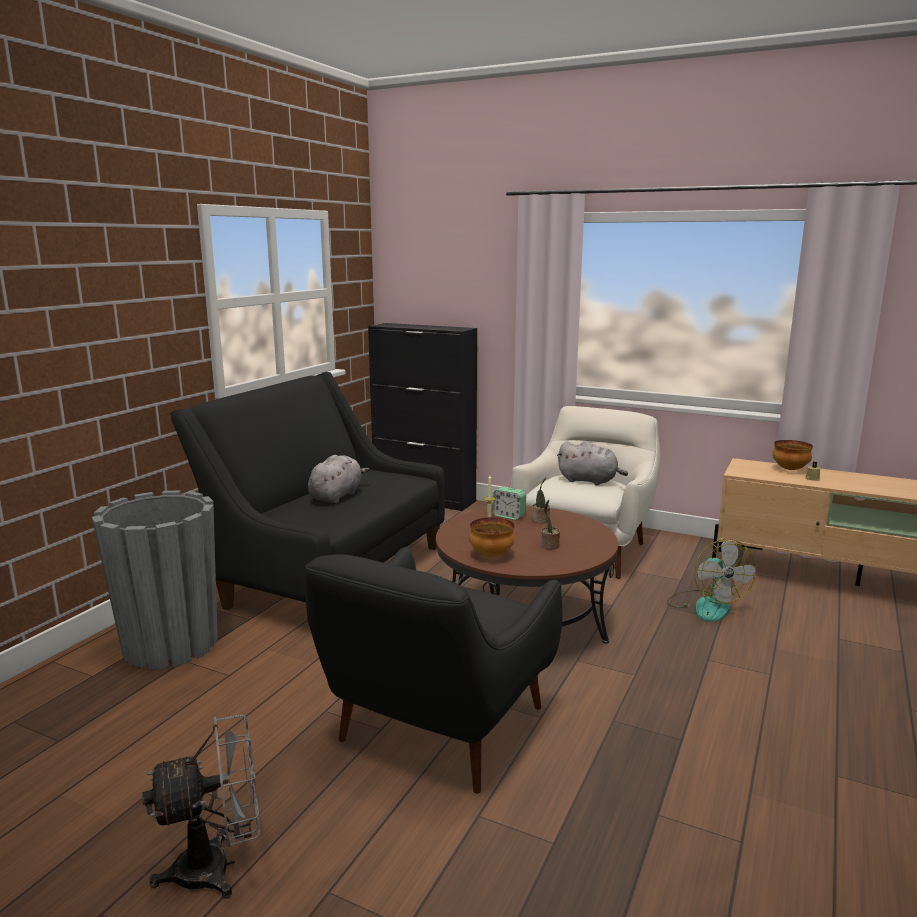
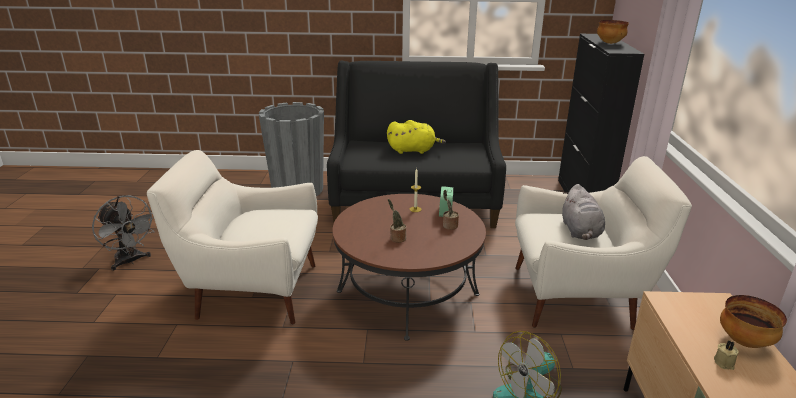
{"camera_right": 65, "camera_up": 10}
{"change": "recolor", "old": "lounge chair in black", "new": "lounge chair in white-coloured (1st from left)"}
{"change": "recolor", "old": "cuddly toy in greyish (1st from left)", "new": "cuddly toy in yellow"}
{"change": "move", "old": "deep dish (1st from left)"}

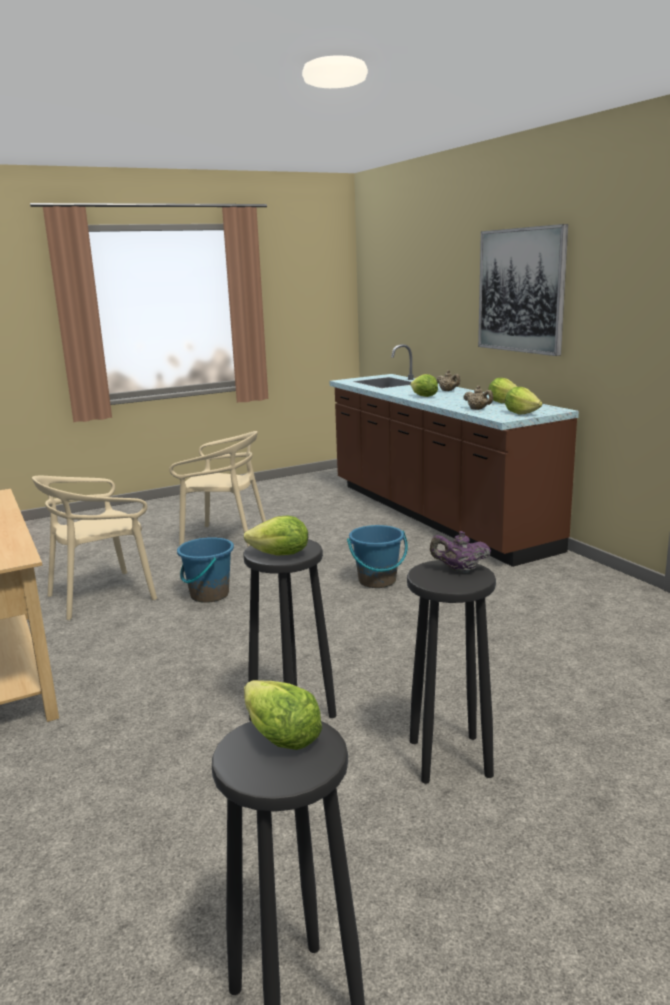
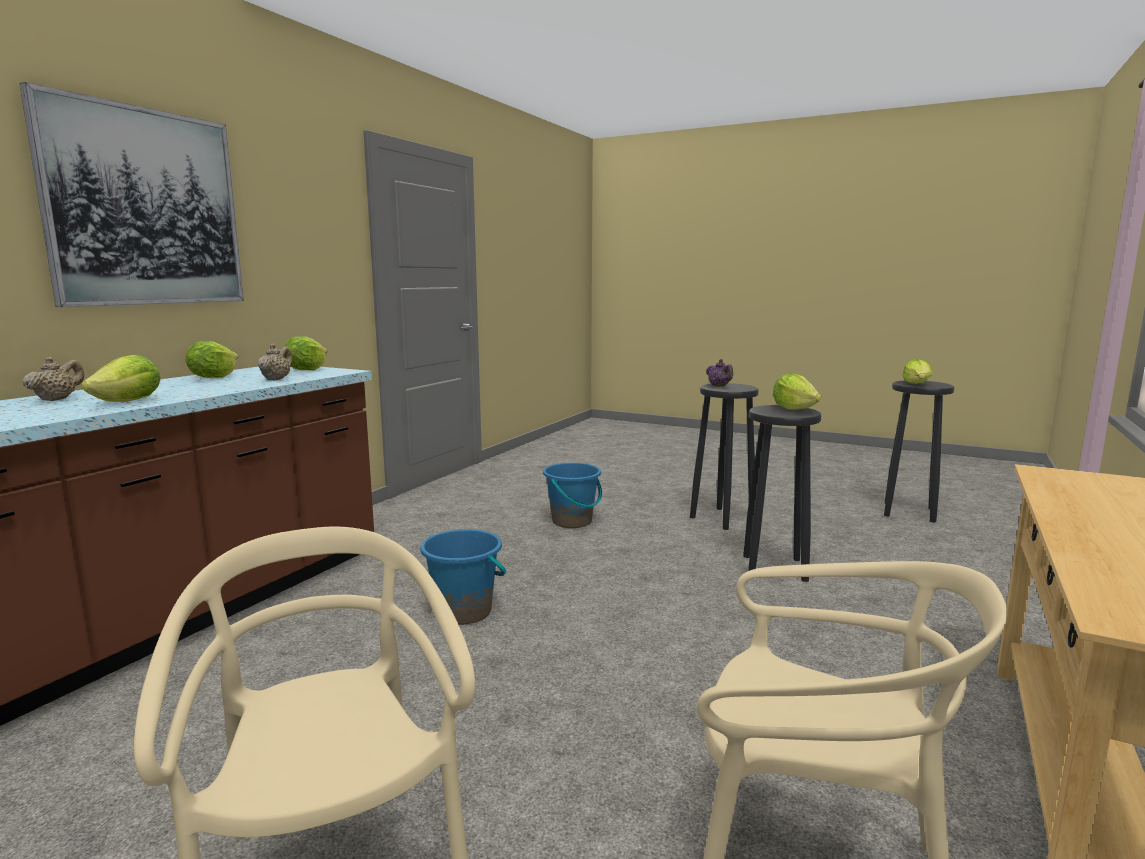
{"camera_right": -125, "camera_up": -5}
{"change": "move", "old": "pail in bluish (1st from left in the first image)", "new": "pail in bluish (2nd from left)"}

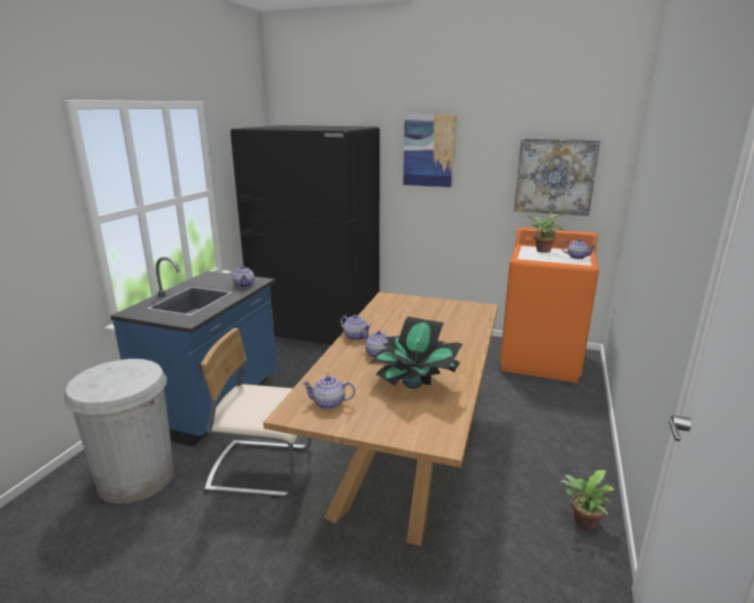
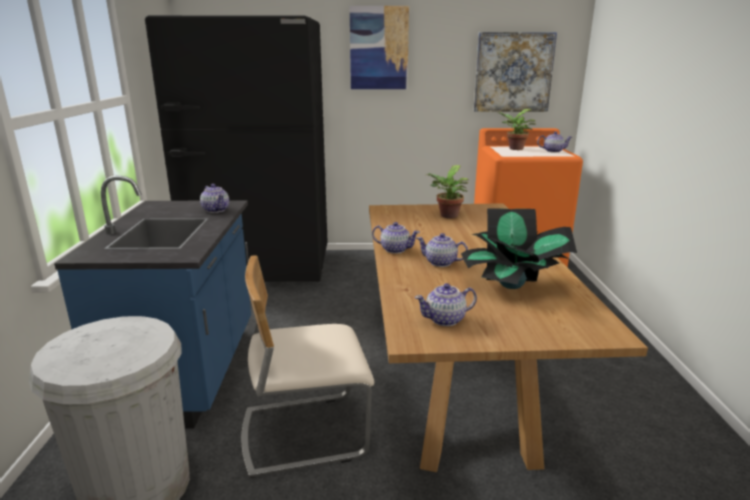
{"camera_right": -20, "camera_up": 0}
{"change": "move", "old": "potted plant (3rd from left in the first image)", "new": "potted plant (1st from left)"}

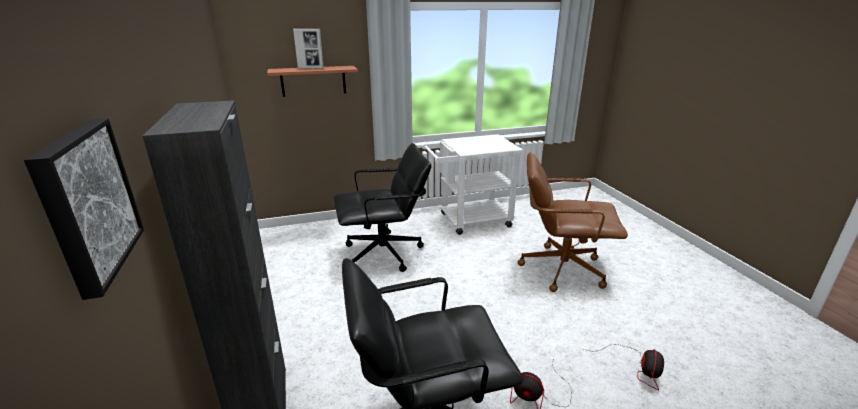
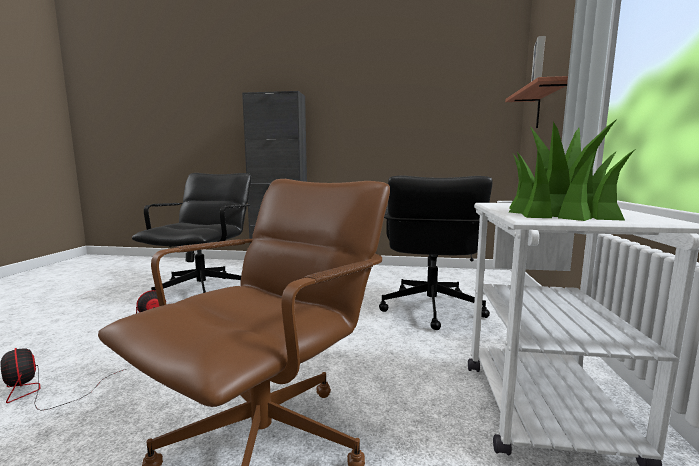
{"camera_right": 115, "camera_up": -15}
{"change": "insert", "new": "potted plant"}
{"change": "delete", "old": "wall art"}

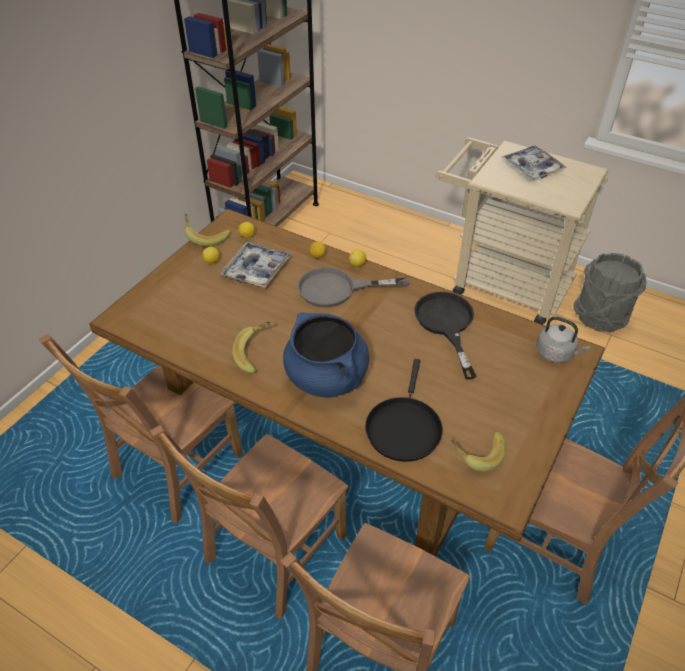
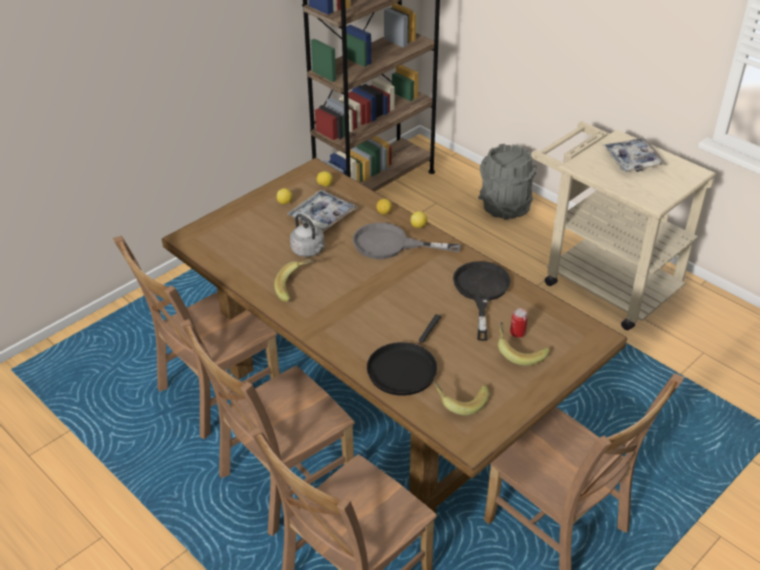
{"camera_right": 15, "camera_up": -5}
{"change": "move", "old": "kettle in greyish"}
{"change": "move", "old": "pail in greyish"}
{"change": "move", "old": "banana fruit (1st from left in the first image)", "new": "banana fruit (3rd from left)"}
{"change": "insert", "new": "can"}
{"change": "delete", "old": "stockpot in bluish"}

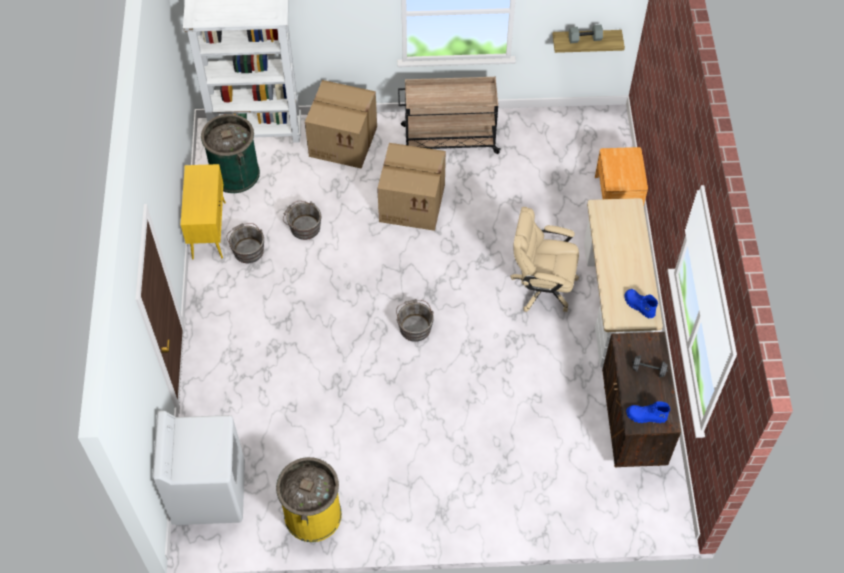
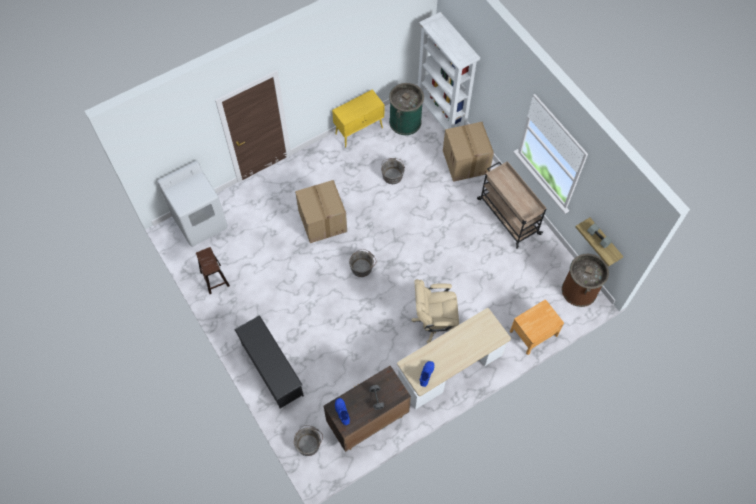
{"camera_right": 60, "camera_up": 5}
{"change": "replace", "old": "trash can in yellow", "new": "stool seat in brownish"}
{"change": "insert", "new": "shoe rack in black"}
{"change": "move", "old": "pail in greyish (1st from left)"}
{"change": "move", "old": "carton (2nd from left in the first image)", "new": "carton (1st from left)"}
{"change": "rotate", "old": "desk chair in beige-coloured", "degrees": -75}
{"change": "insert", "new": "trash can in brownish"}

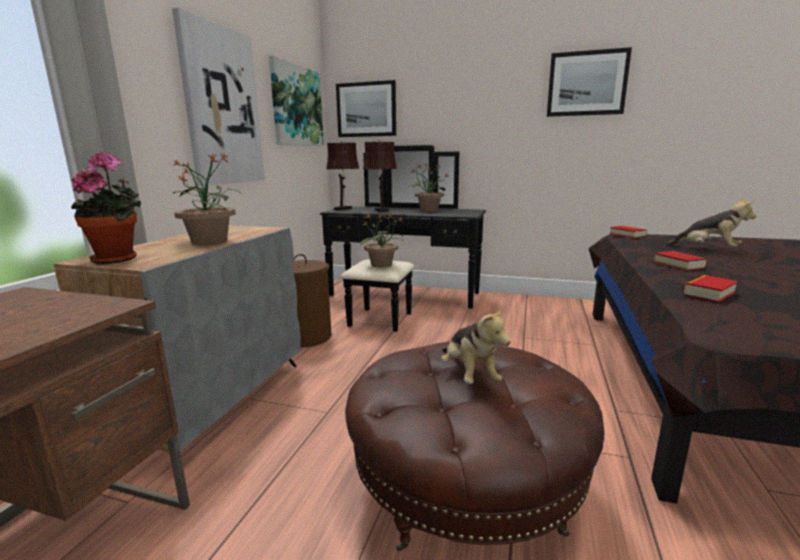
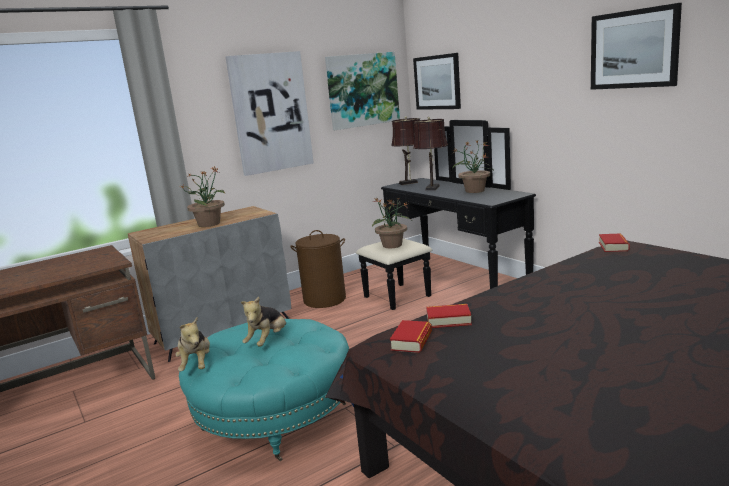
{"camera_right": 40, "camera_up": 0}
{"change": "move", "old": "cuddly toy (2nd from left in the first image)", "new": "cuddly toy (1st from left)"}
{"change": "recolor", "old": "ottoman in brownish", "new": "ottoman in turquoise"}
{"change": "move", "old": "volume (2nd from left in the first image)", "new": "volume (1st from left)"}
{"change": "delete", "old": "potted plant (1st from left)"}

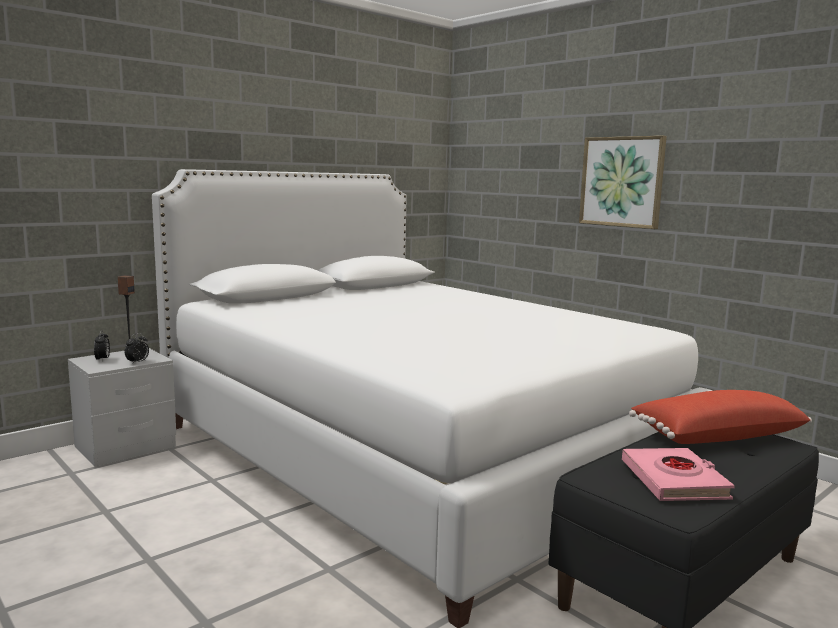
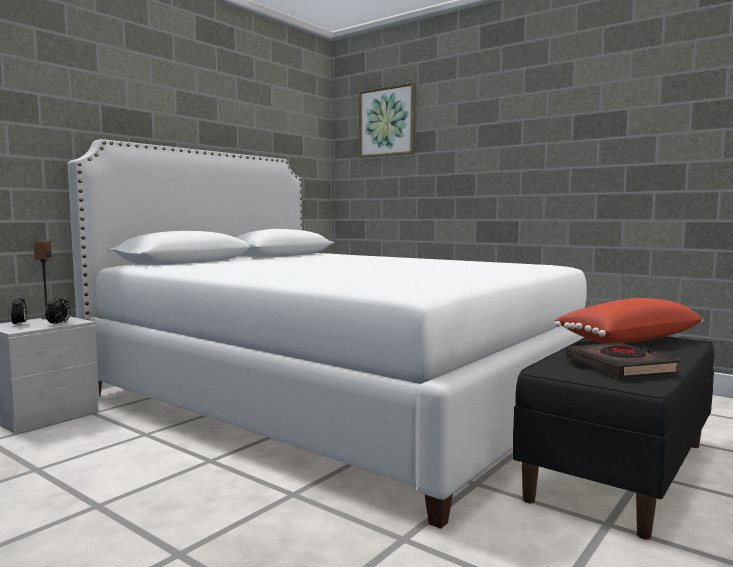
{"camera_right": -10, "camera_up": -5}
{"change": "move", "old": "wall art"}
{"change": "recolor", "old": "volume in pinkish", "new": "volume in black"}

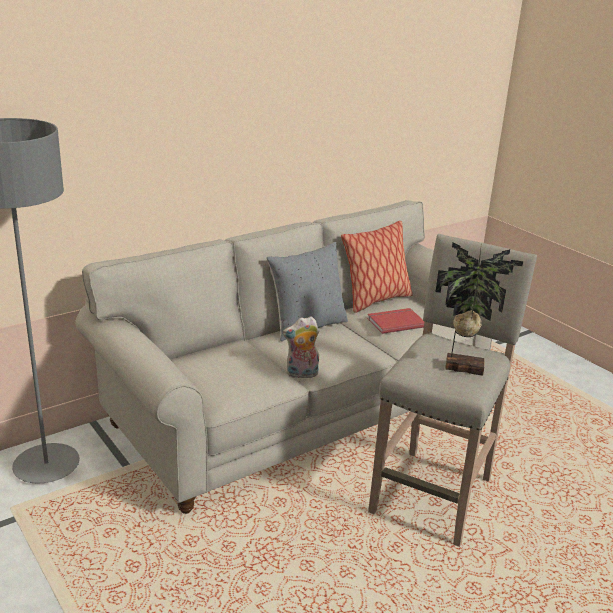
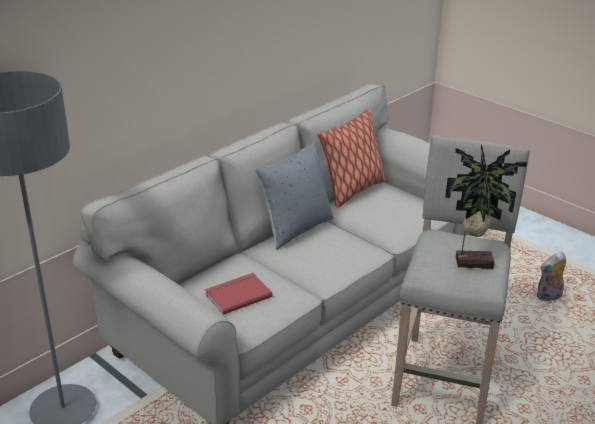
{"camera_right": -10, "camera_up": 5}
{"change": "move", "old": "volume in red"}
{"change": "move", "old": "cuddly toy"}

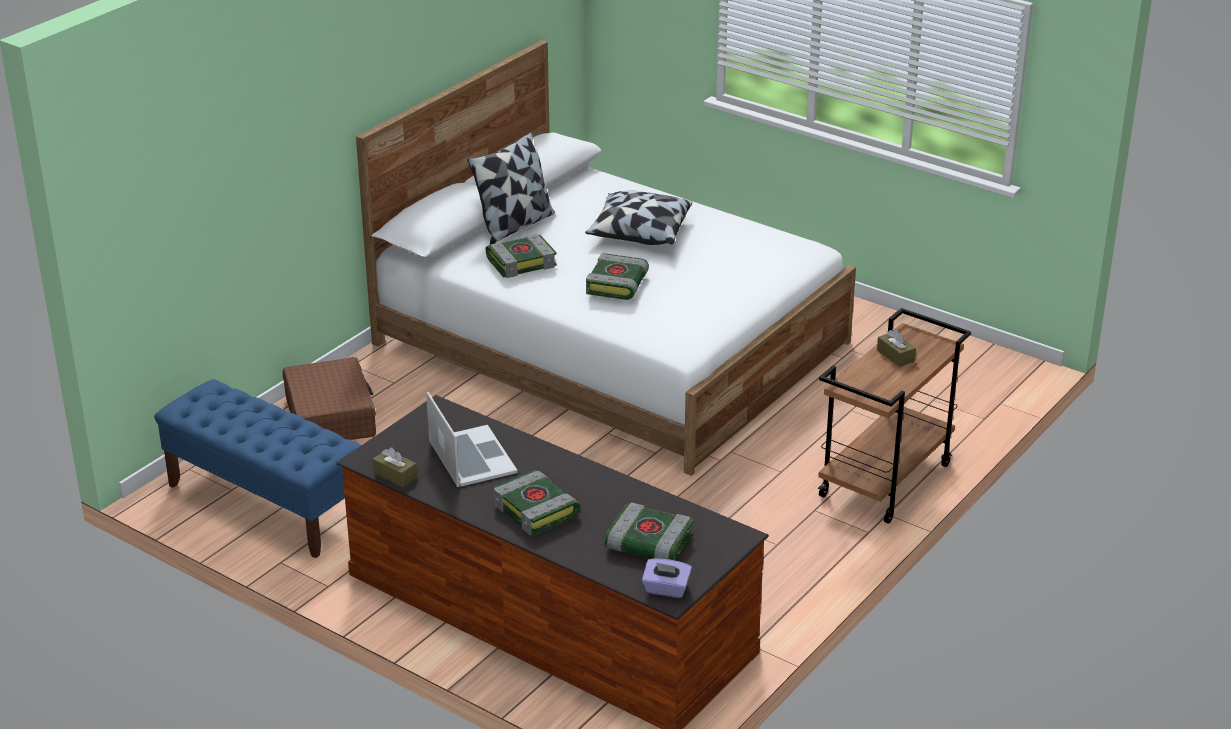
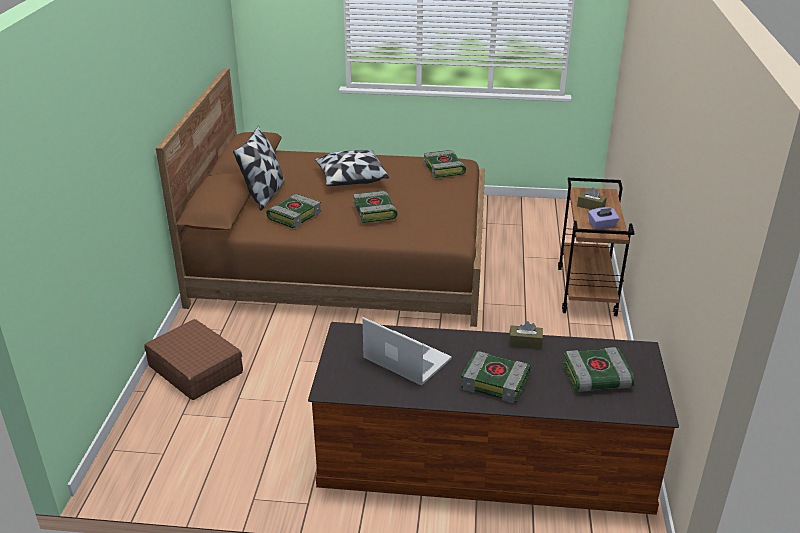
{"camera_right": -30, "camera_up": 0}
{"change": "recolor", "old": "bedroom bed in white-coloured", "new": "bedroom bed in brownish"}
{"change": "insert", "new": "volume (3rd from left)"}
{"change": "move", "old": "box of tissues in brownish (1st from left)"}
{"change": "move", "old": "box of tissues in purplish"}
{"change": "delete", "old": "bench in bluish"}

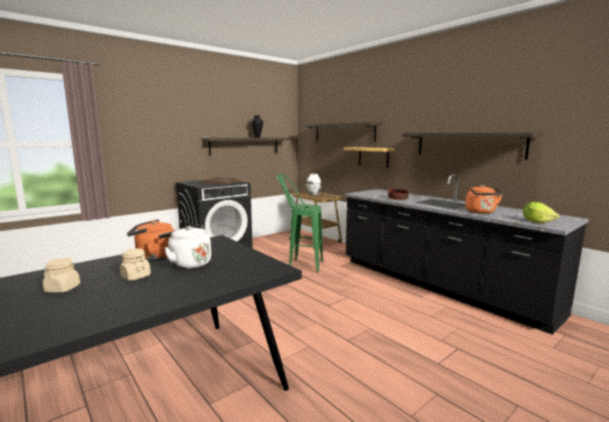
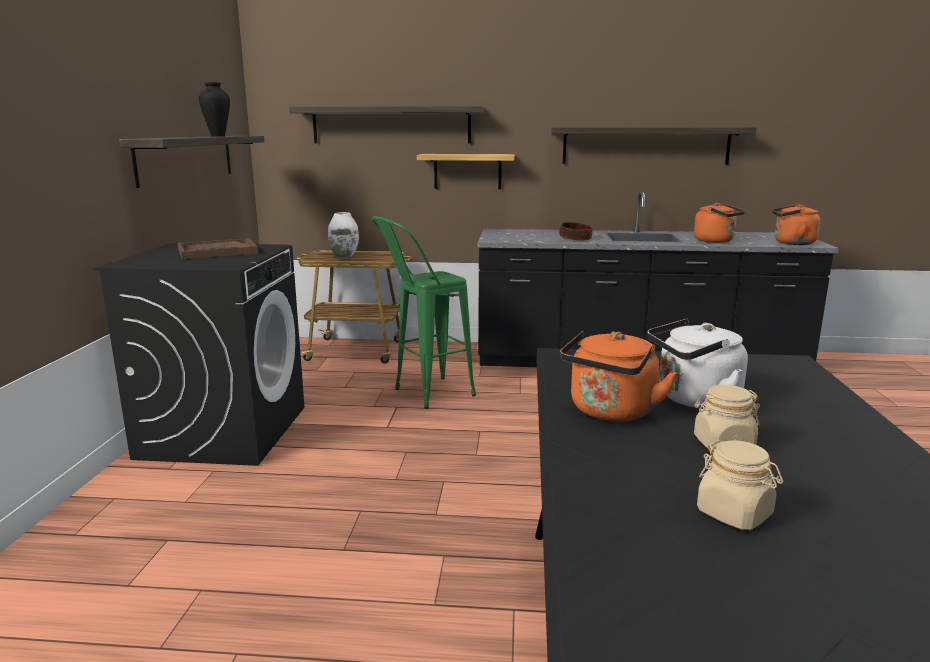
{"camera_right": -45, "camera_up": 5}
{"change": "replace", "old": "head of lettuce", "new": "kettle in orange-coloured (3rd from left)"}

